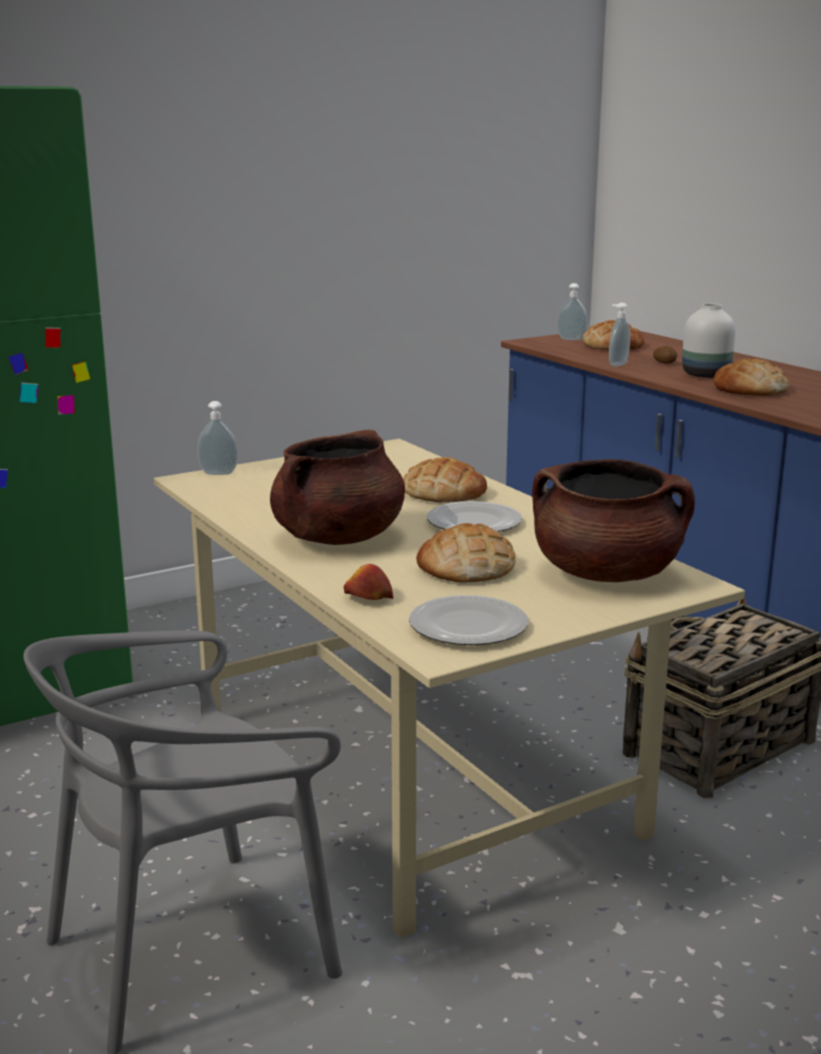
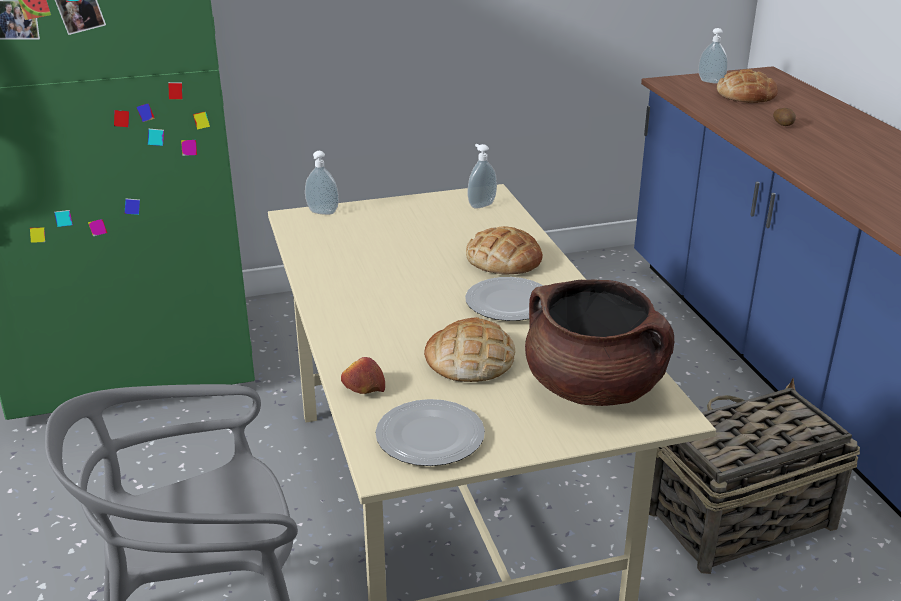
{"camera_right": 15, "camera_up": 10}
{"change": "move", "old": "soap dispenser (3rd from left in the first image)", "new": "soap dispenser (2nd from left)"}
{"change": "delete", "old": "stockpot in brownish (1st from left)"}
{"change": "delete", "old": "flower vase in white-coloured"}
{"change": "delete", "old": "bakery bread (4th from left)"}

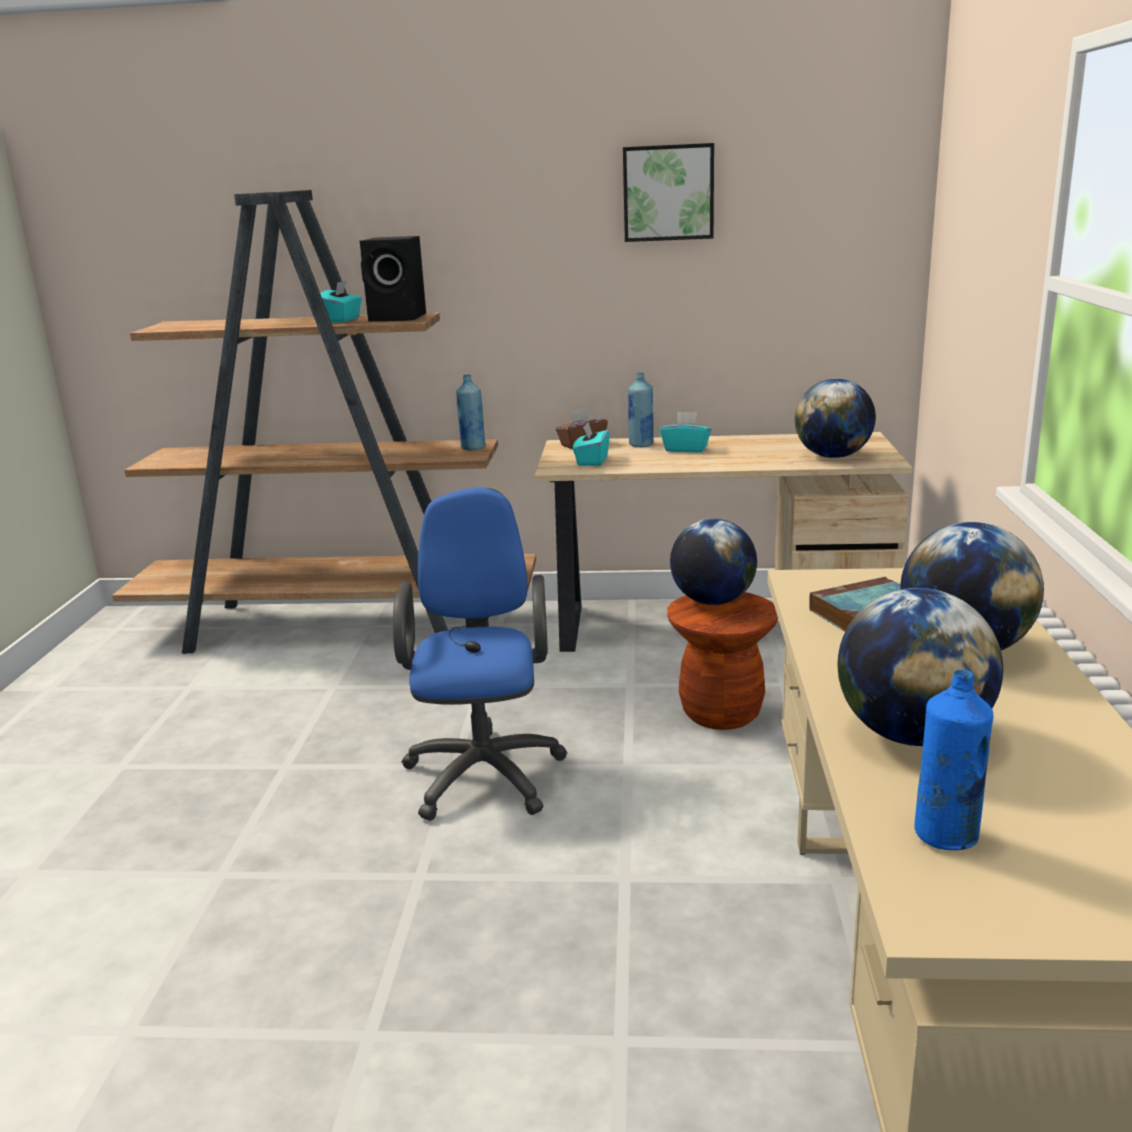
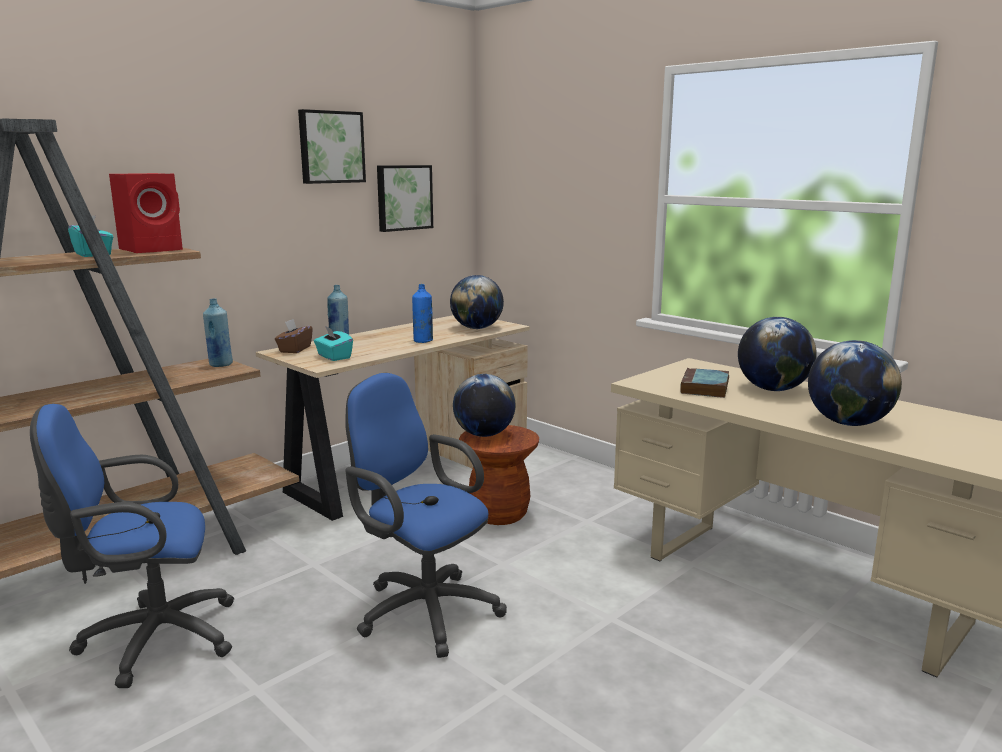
{"camera_right": -50, "camera_up": -5}
{"change": "insert", "new": "desk chair in bluish (1st from left)"}
{"change": "recolor", "old": "loudspeaker in black", "new": "loudspeaker in red"}
{"change": "insert", "new": "wall art (2nd from left)"}
{"change": "move", "old": "drink bottle in bluish (3rd from left)"}
{"change": "delete", "old": "box of tissues in turquoise (3rd from left)"}

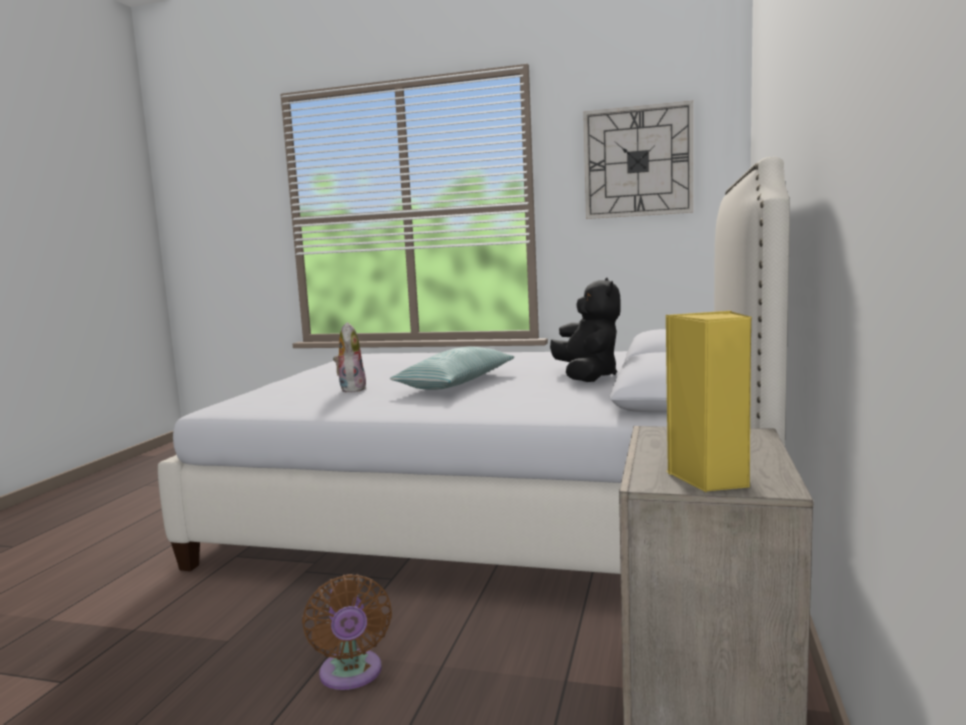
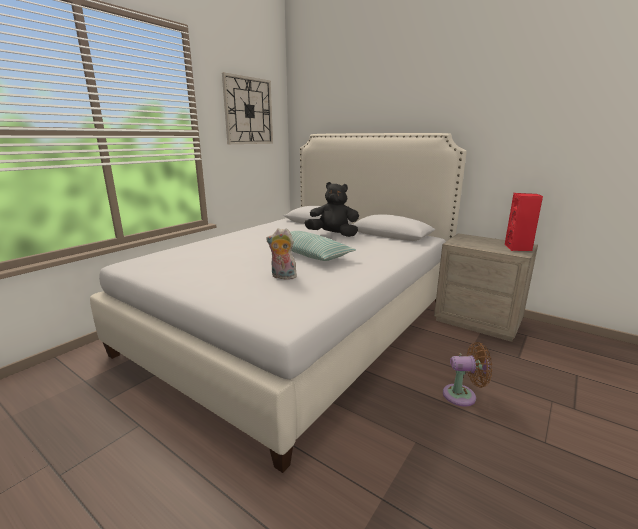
{"camera_right": -70, "camera_up": 10}
{"change": "recolor", "old": "loudspeaker in yellow", "new": "loudspeaker in red"}

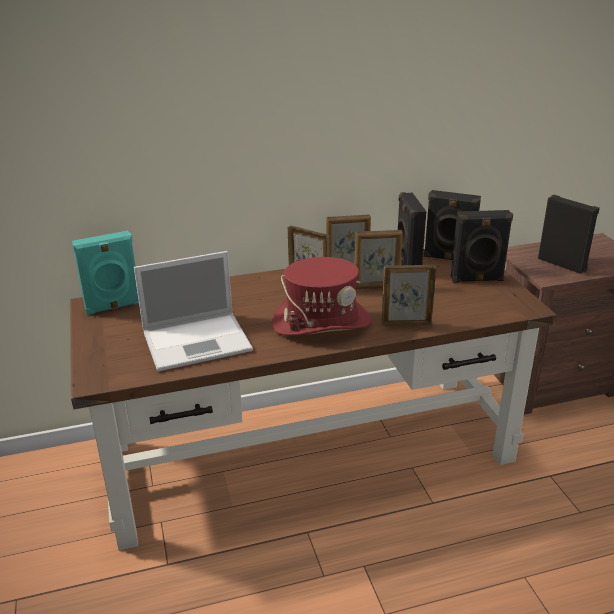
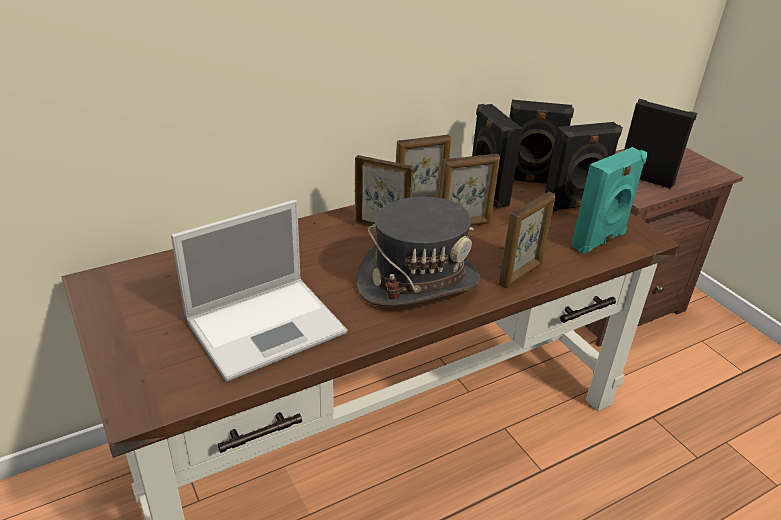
{"camera_right": -15, "camera_up": 5}
{"change": "recolor", "old": "clothing hat in red", "new": "clothing hat in greyish"}
{"change": "rotate", "old": "photo frame (4th from left)", "degrees": 150}
{"change": "move", "old": "loudspeaker in turquoise"}

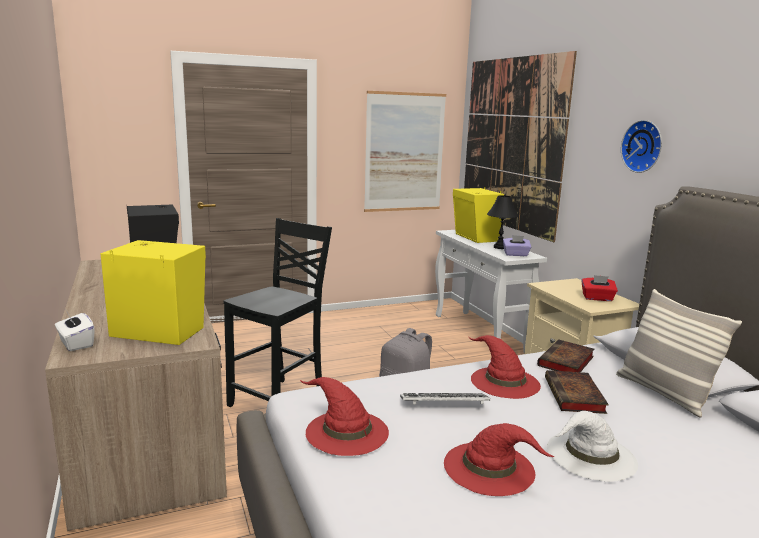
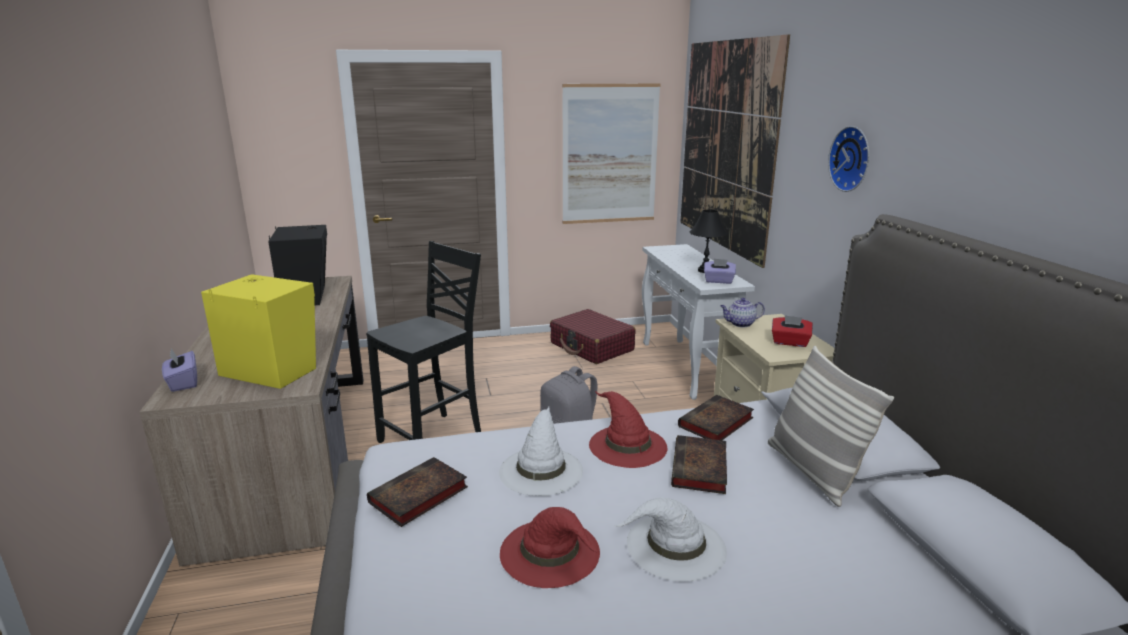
{"camera_right": 10, "camera_up": 5}
{"change": "recolor", "old": "box of tissues in white-coloured", "new": "box of tissues in purplish (1st from left)"}
{"change": "replace", "old": "clothing hat in red (1st from left)", "new": "volume (1st from left)"}
{"change": "replace", "old": "PC keyboard", "new": "clothing hat in white-coloured (1st from left)"}
{"change": "insert", "new": "piece of luggage in red"}
{"change": "insert", "new": "pot for tea"}
{"change": "delete", "old": "loudspeaker in yellow (2nd from left)"}

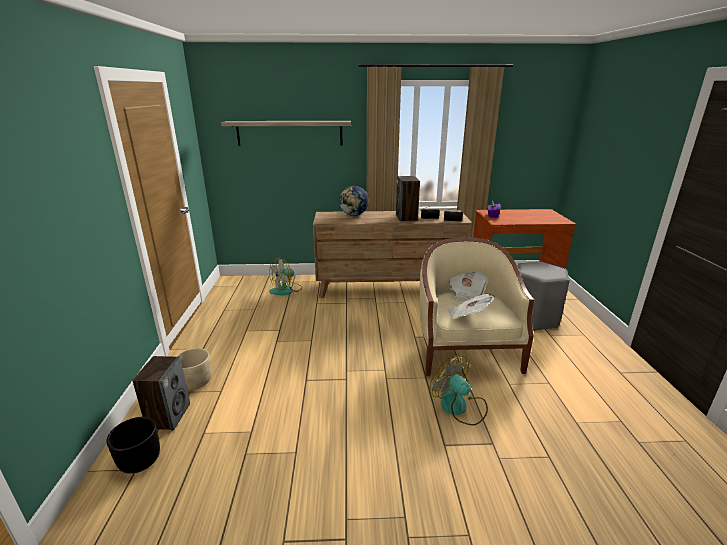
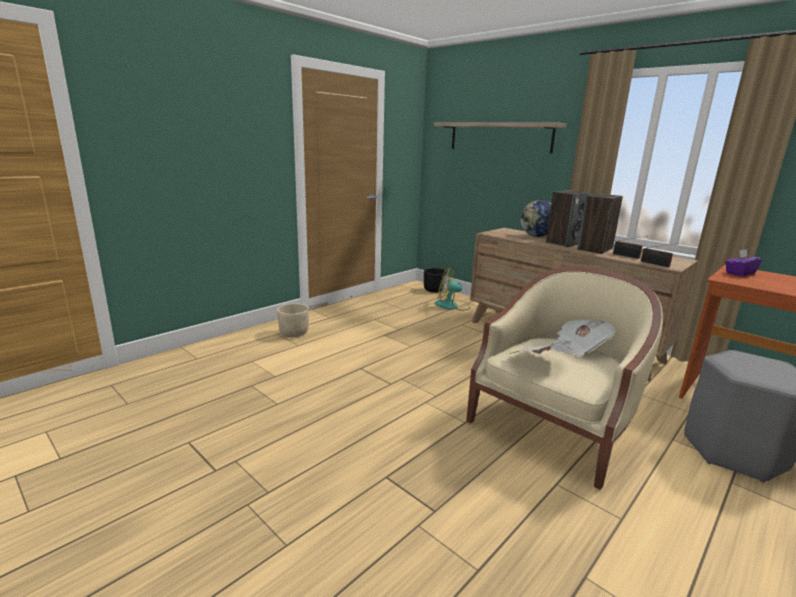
{"camera_right": 45, "camera_up": -5}
{"change": "move", "old": "planter in black"}
{"change": "move", "old": "loudspeaker (1st from left)"}
{"change": "delete", "old": "cooling fan (2nd from left)"}

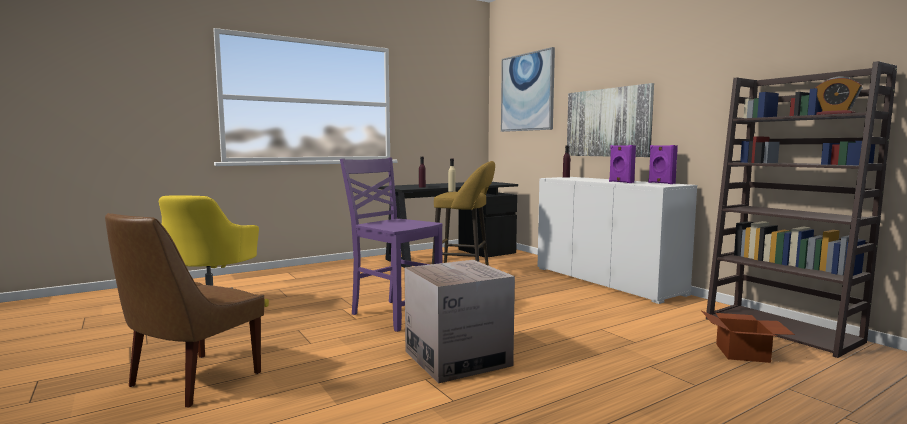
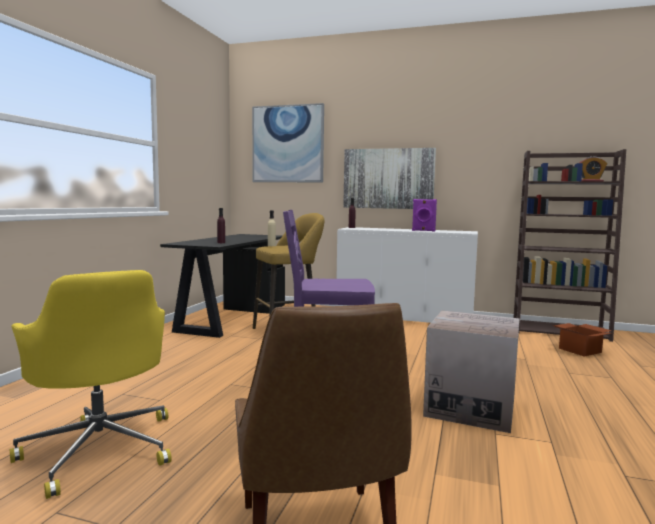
{"camera_right": -40, "camera_up": 0}
{"change": "delete", "old": "loudspeaker in purplish (2nd from left)"}

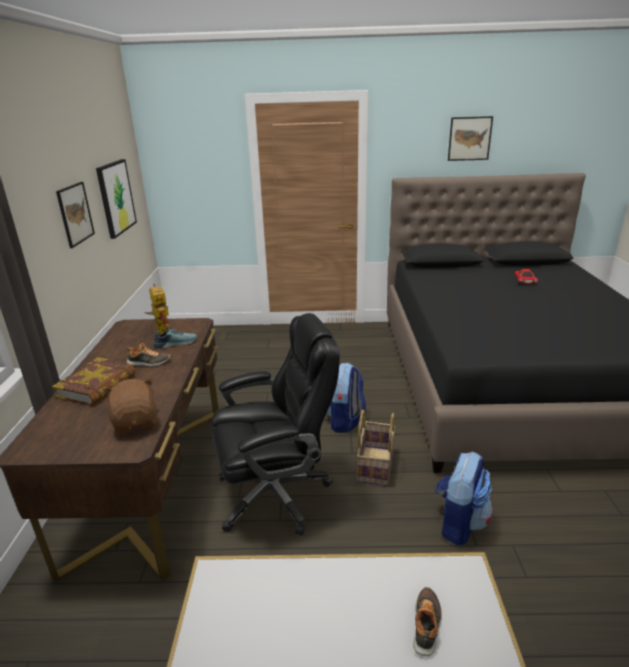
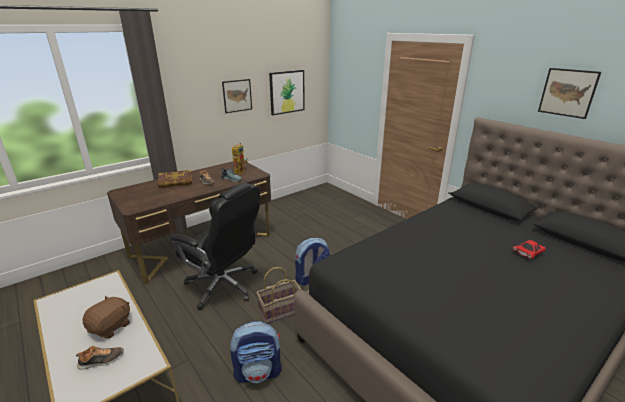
{"camera_right": 50, "camera_up": 0}
{"change": "move", "old": "cuddly toy in brownish"}

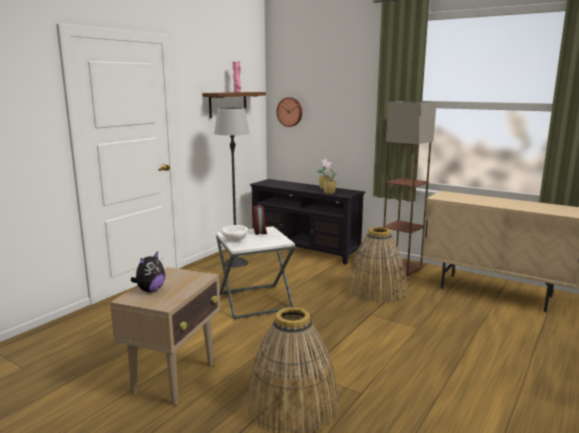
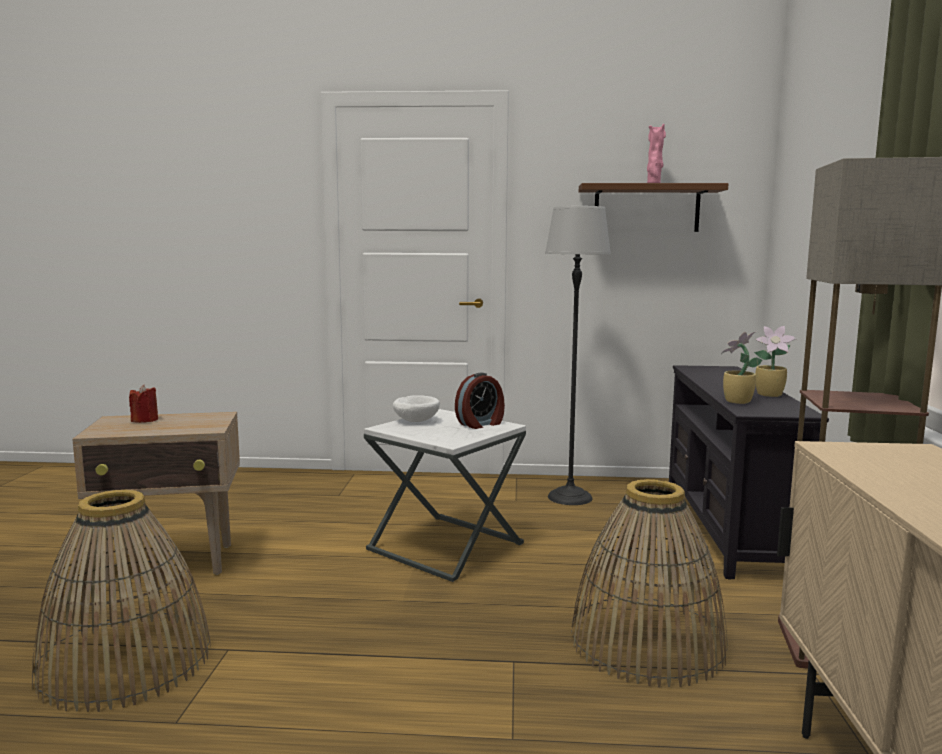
{"camera_right": 60, "camera_up": -5}
{"change": "replace", "old": "cuddly toy", "new": "wax candle in red"}
{"change": "delete", "old": "wall clock"}

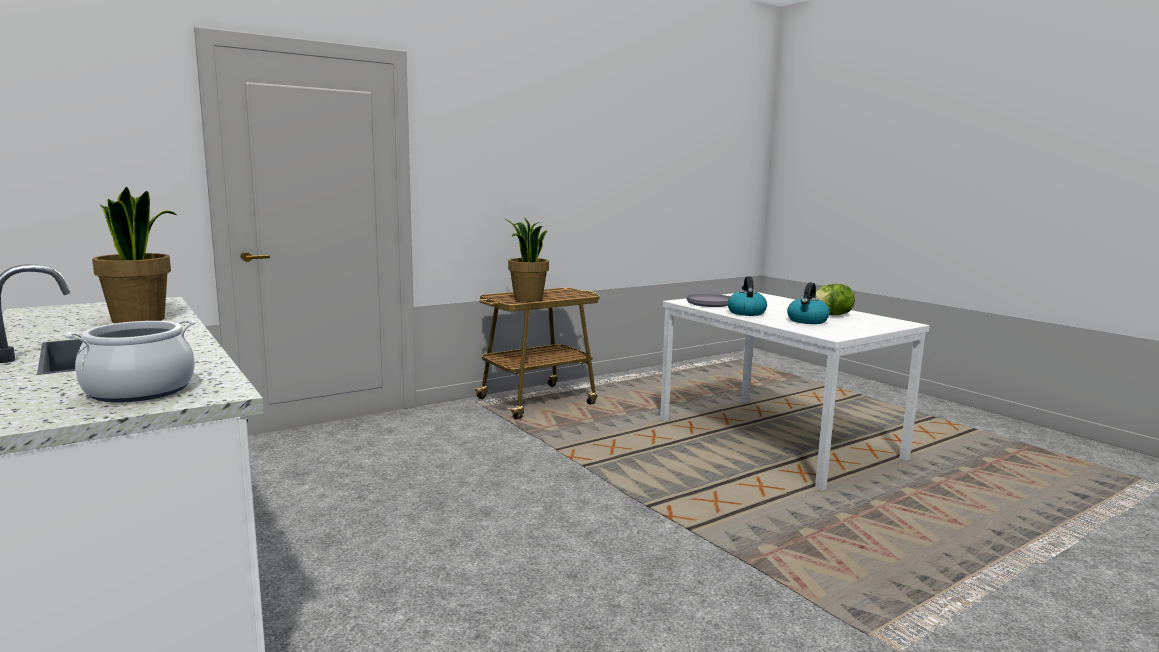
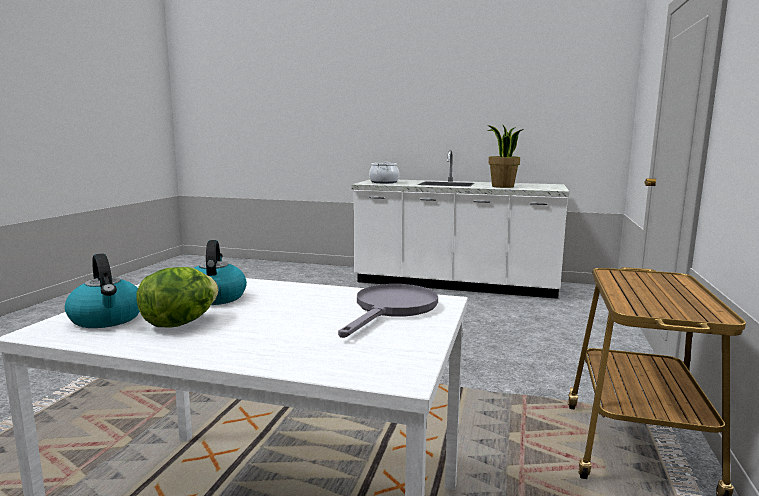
{"camera_right": 140, "camera_up": 0}
{"change": "move", "old": "kettle (1st from left)"}
{"change": "delete", "old": "potted plant (2nd from left)"}

